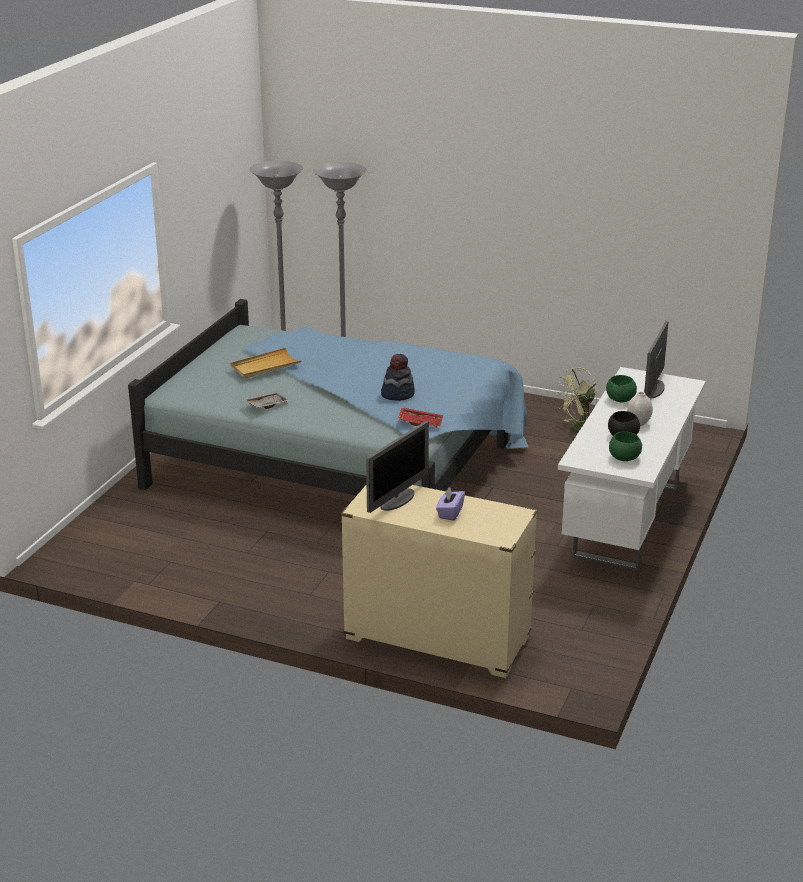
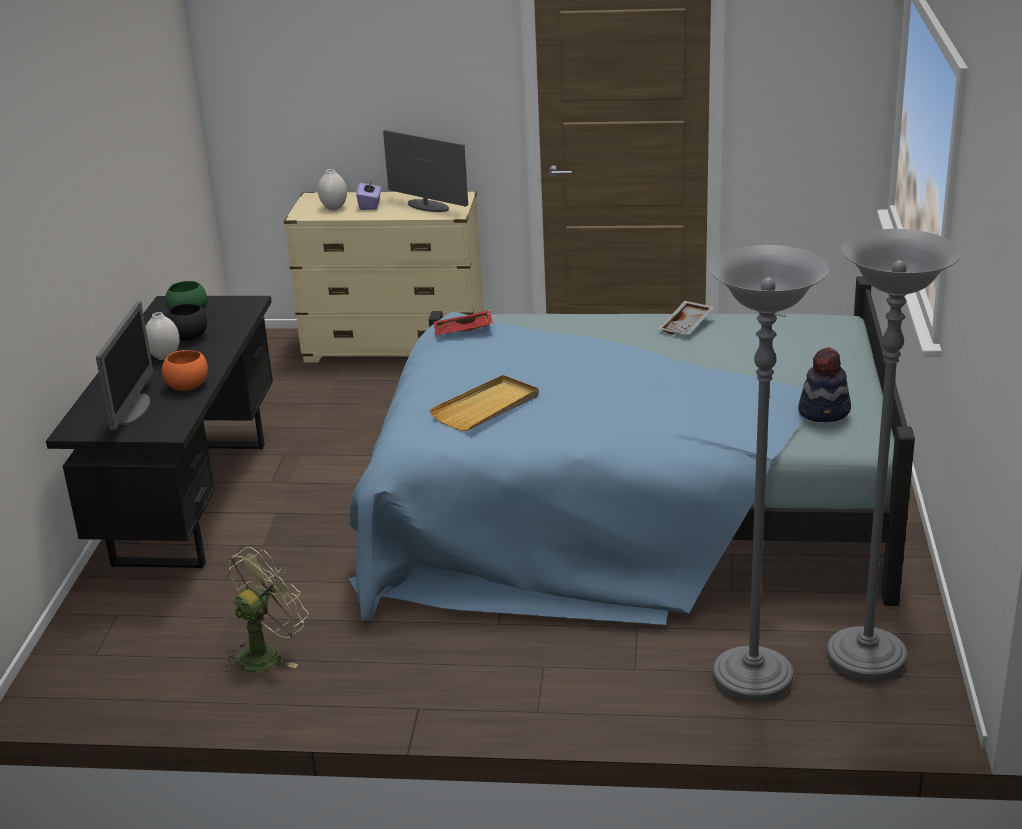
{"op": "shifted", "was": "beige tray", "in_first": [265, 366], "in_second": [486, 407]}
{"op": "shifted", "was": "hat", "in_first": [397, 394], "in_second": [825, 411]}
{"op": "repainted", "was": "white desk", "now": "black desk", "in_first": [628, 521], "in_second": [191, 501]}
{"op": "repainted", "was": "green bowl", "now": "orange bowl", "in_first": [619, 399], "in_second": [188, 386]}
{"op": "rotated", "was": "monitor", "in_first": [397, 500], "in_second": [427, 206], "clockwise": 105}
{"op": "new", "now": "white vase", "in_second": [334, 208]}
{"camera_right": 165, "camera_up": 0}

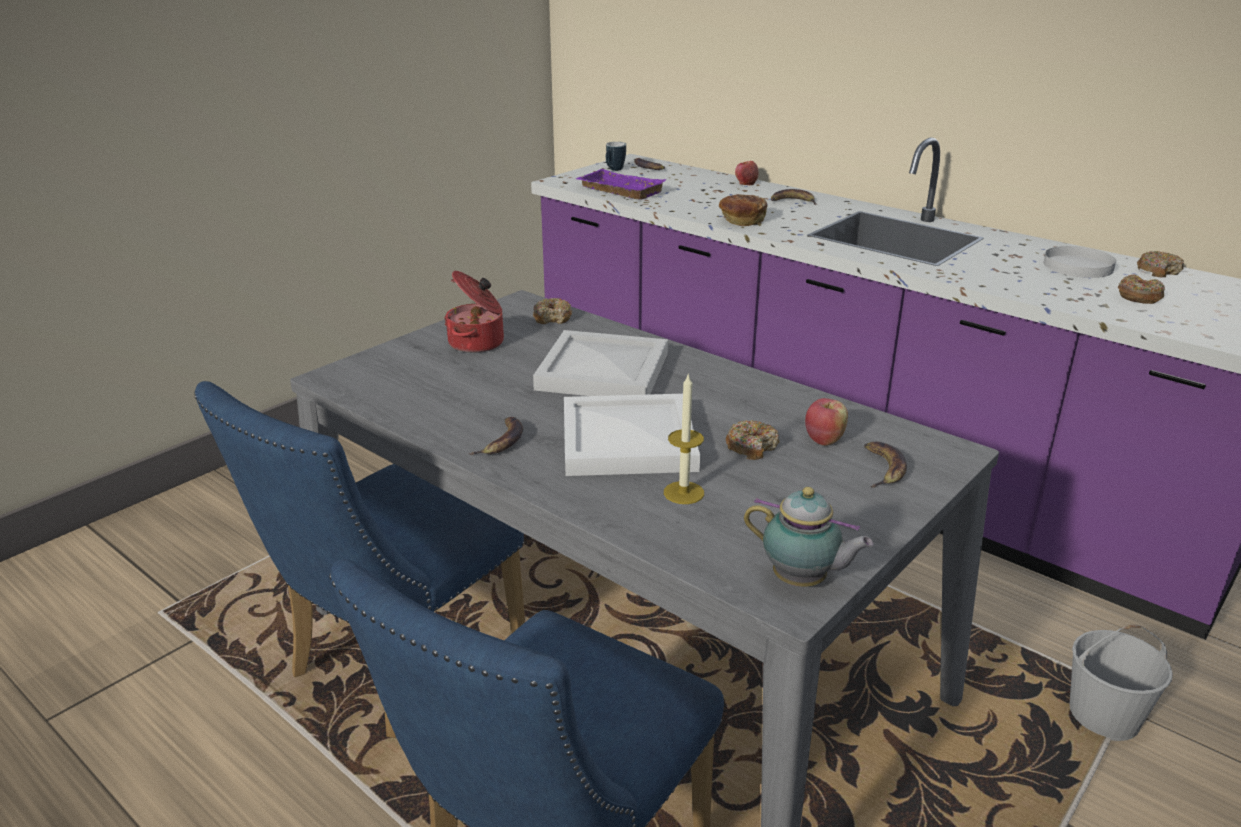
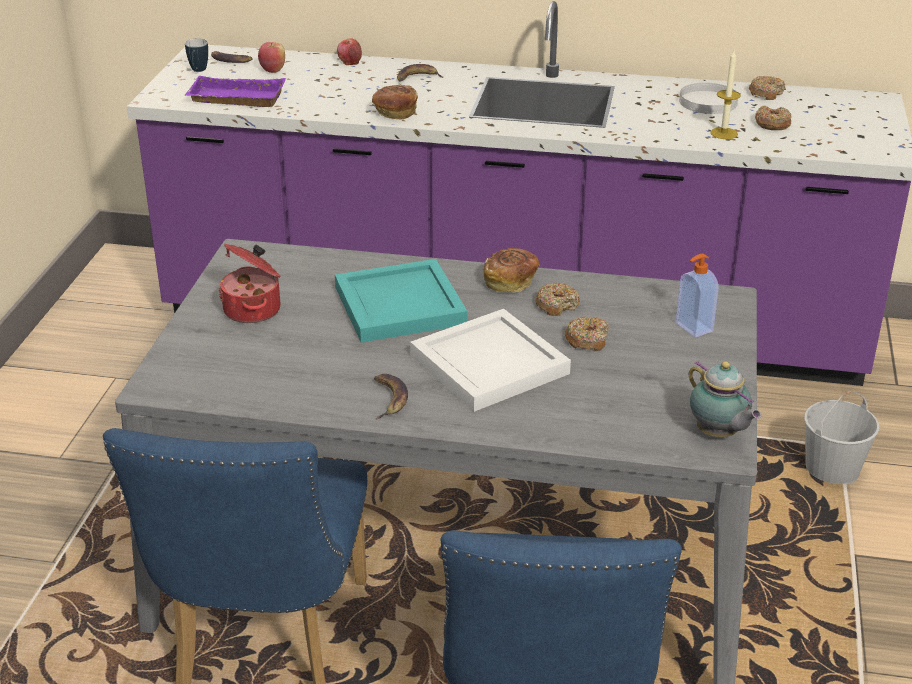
{"op": "shifted", "was": "donut", "in_first": [552, 318], "in_second": [557, 305]}
{"op": "repainted", "was": "white tray", "now": "turquoise tray", "in_first": [604, 372], "in_second": [402, 306]}
{"op": "shifted", "was": "candle", "in_first": [683, 492], "in_second": [724, 133]}
{"op": "shifted", "was": "apple", "in_first": [823, 440], "in_second": [272, 70]}
{"op": "swapped", "was": "banana", "now": "soap dispenser", "in_first": [882, 468], "in_second": [693, 328]}
{"op": "rotated", "was": "teapot", "in_first": [802, 582], "in_second": [718, 434], "clockwise": 60}
{"op": "new", "now": "bread", "in_second": [510, 281]}
{"camera_right": -30, "camera_up": 5}

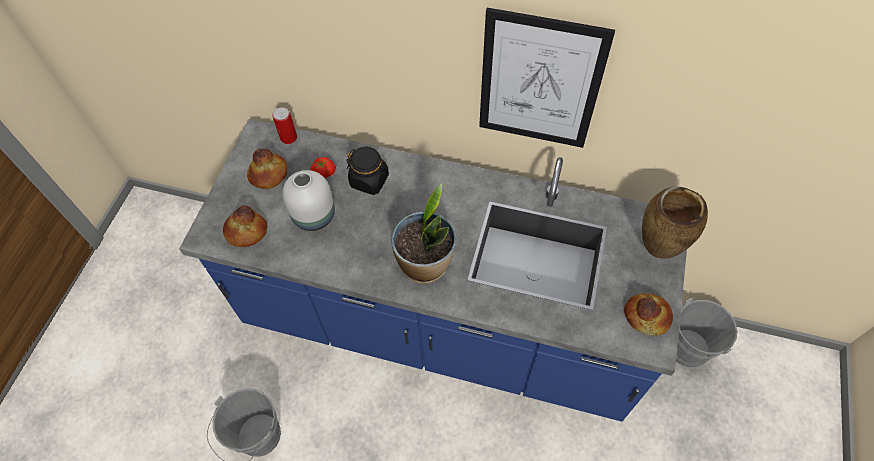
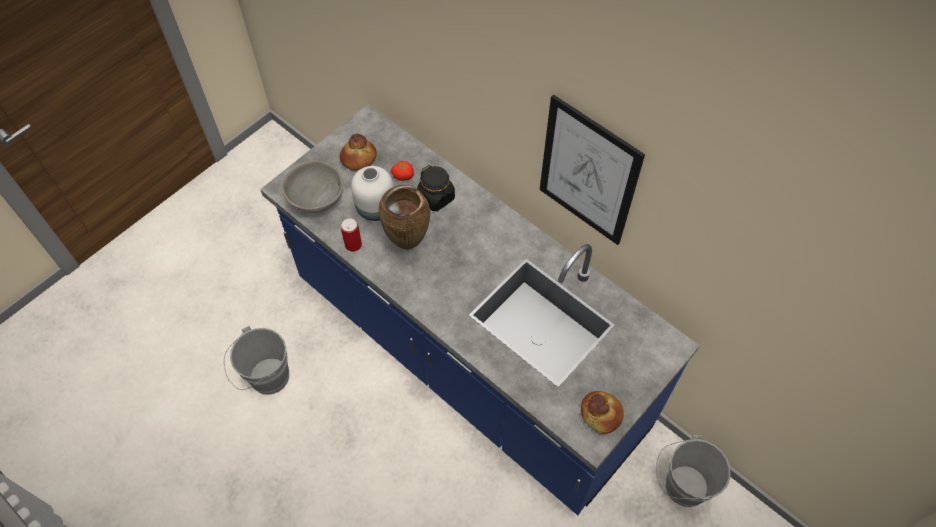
{"op": "shifted", "was": "can", "in_first": [288, 137], "in_second": [353, 244]}
{"op": "gone", "was": "potted plant", "in_first": [425, 264]}
{"op": "shifted", "was": "brown vase", "in_first": [656, 250], "in_second": [408, 242]}
{"op": "swapped", "was": "bread", "now": "grey bowl", "in_first": [246, 232], "in_second": [316, 198]}
{"camera_right": 25, "camera_up": 0}

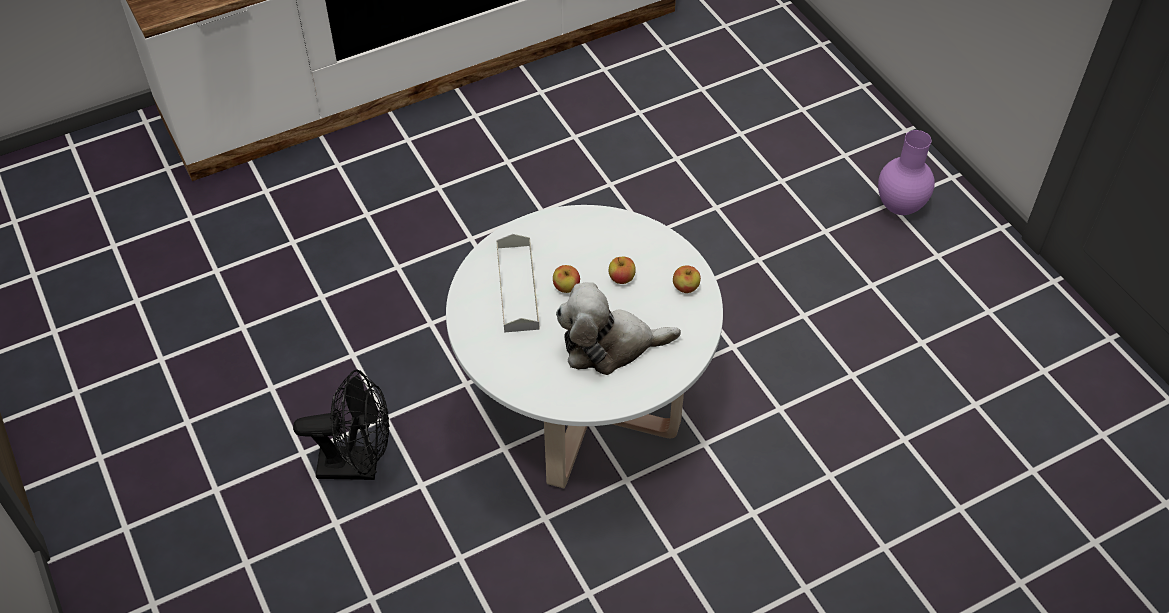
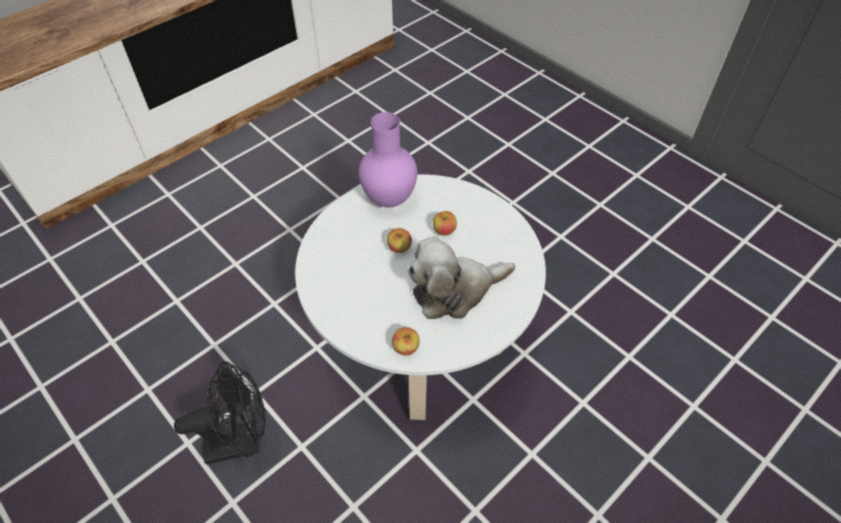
{"op": "shifted", "was": "purple vase", "in_first": [898, 207], "in_second": [388, 200]}
{"op": "gone", "was": "grey tray", "in_first": [517, 287]}
{"op": "shifted", "was": "apple", "in_first": [686, 287], "in_second": [406, 348]}
{"camera_right": -15, "camera_up": 0}

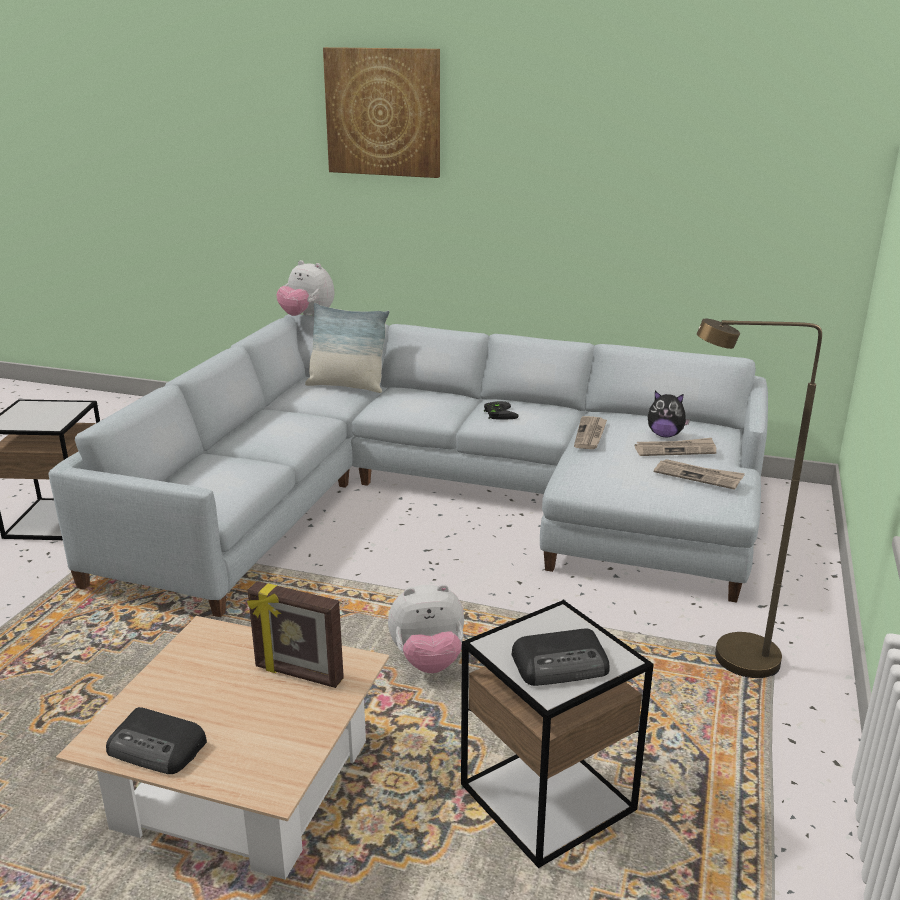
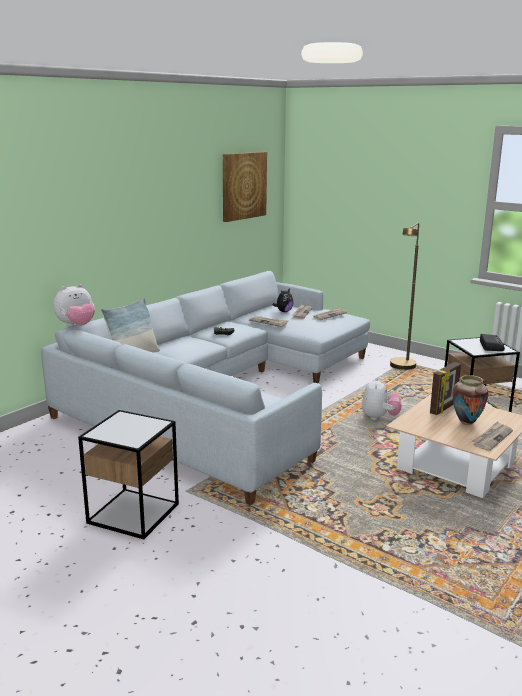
{"op": "shifted", "was": "picture", "in_first": [383, 112], "in_second": [243, 186]}
{"op": "swapped", "was": "radio", "now": "newspaper", "in_first": [158, 748], "in_second": [492, 438]}
{"op": "new", "now": "vase", "in_second": [466, 422]}
{"camera_right": -70, "camera_up": -5}

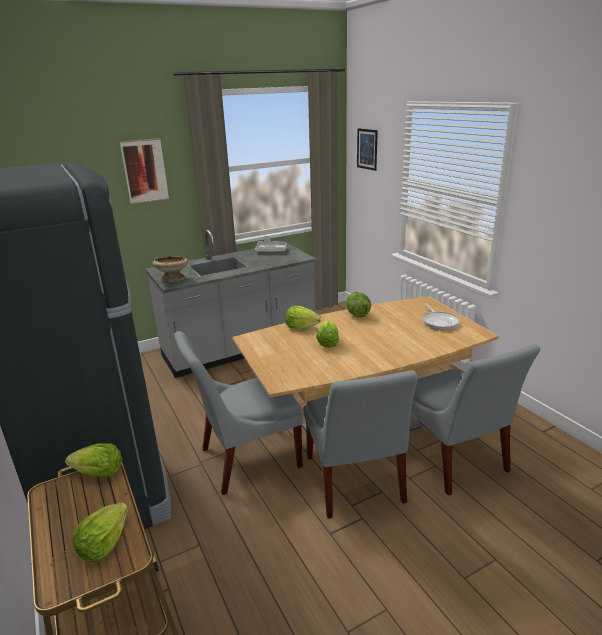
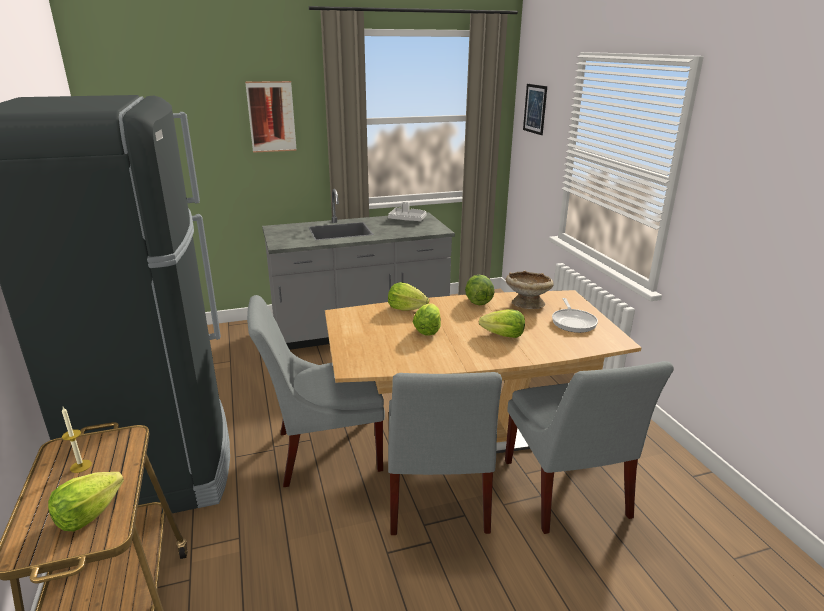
{"op": "shifted", "was": "beige bowl", "in_first": [172, 280], "in_second": [526, 304]}
{"op": "shifted", "was": "lettuce", "in_first": [99, 473], "in_second": [503, 335]}
{"op": "new", "now": "candle", "in_second": [81, 466]}
{"camera_right": 10, "camera_up": 0}

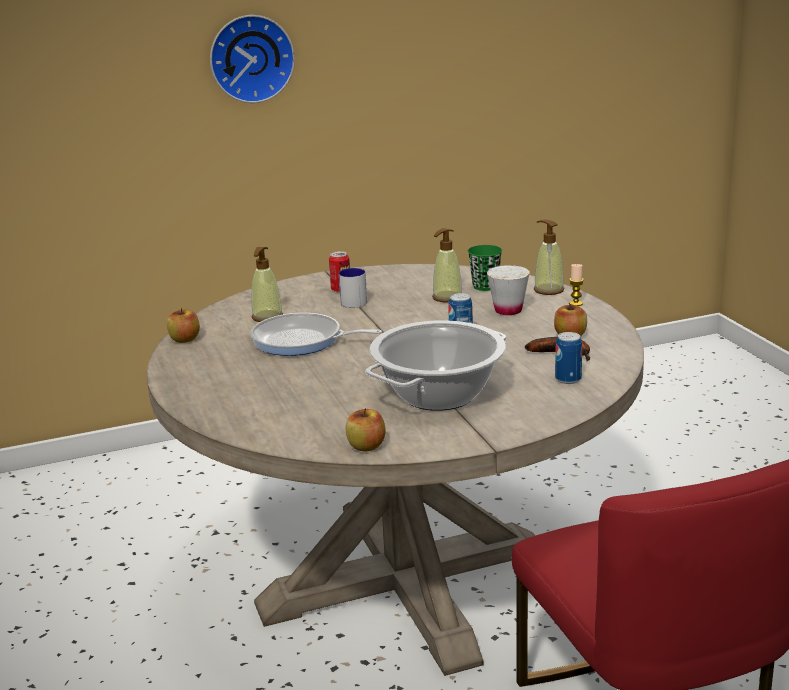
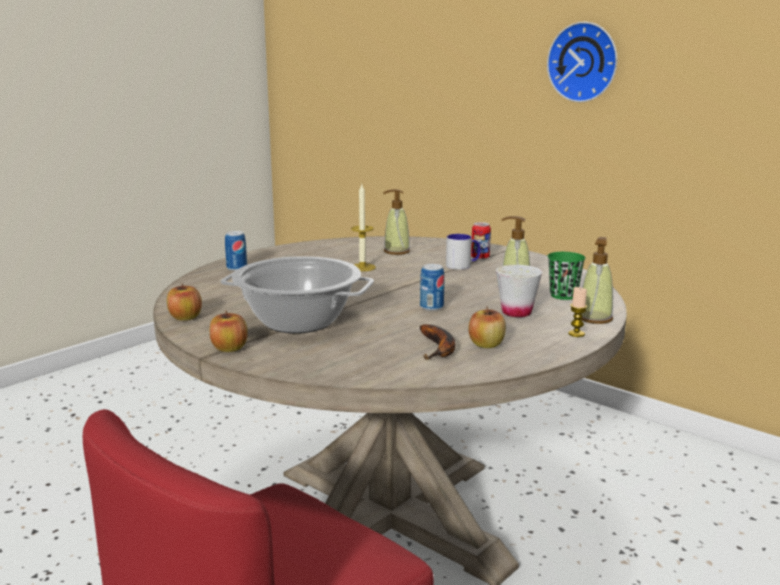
{"op": "shifted", "was": "apple", "in_first": [185, 339], "in_second": [229, 348]}
{"op": "swapped", "was": "frying pan", "now": "candle", "in_first": [302, 341], "in_second": [362, 267]}
{"op": "shifted", "was": "can", "in_first": [568, 379], "in_second": [237, 268]}
{"camera_right": 60, "camera_up": -5}

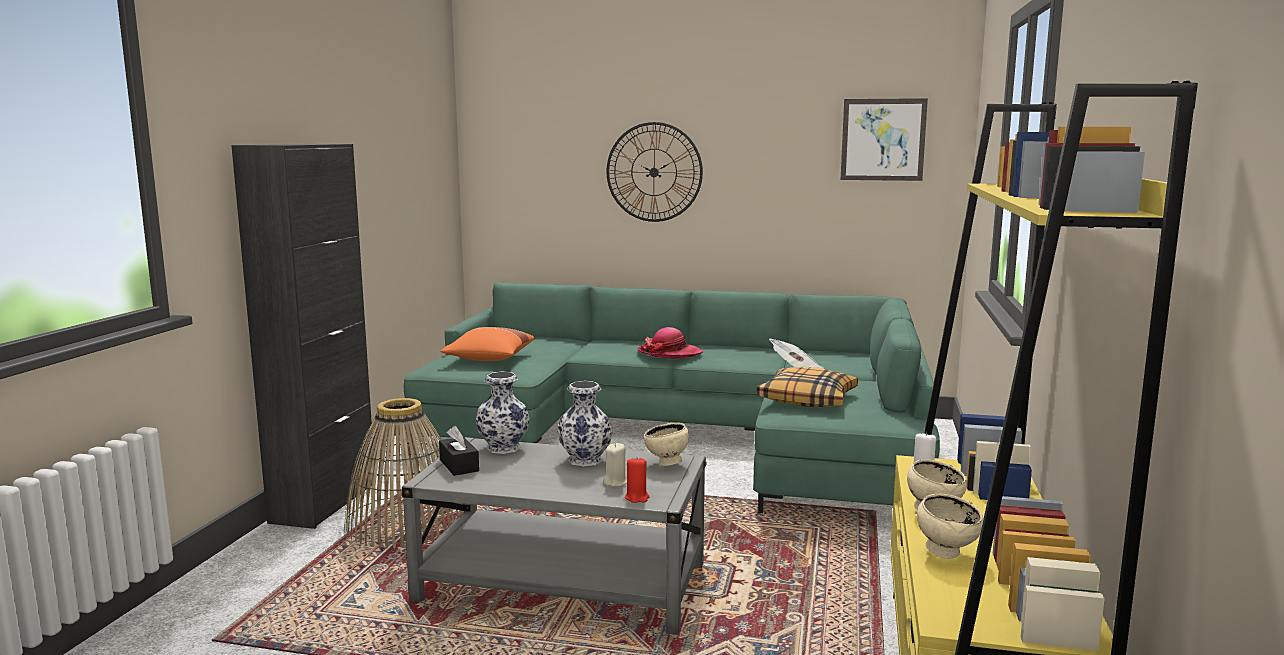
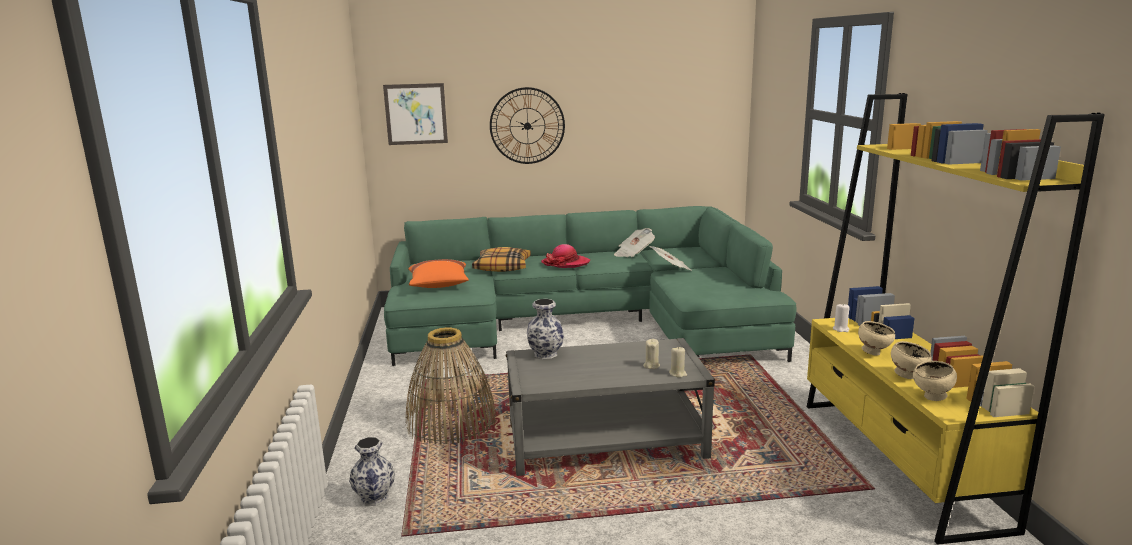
{"op": "shifted", "was": "picture", "in_first": [883, 139], "in_second": [416, 114]}
{"op": "gone", "was": "black cabinet", "in_first": [324, 502]}
{"op": "shifted", "was": "pillow", "in_first": [807, 399], "in_second": [502, 267]}
{"op": "shifted", "was": "vase", "in_first": [584, 460], "in_second": [374, 498]}
{"op": "shifted", "was": "beige bowl", "in_first": [666, 464], "in_second": [932, 398]}
{"op": "gone", "was": "black tissue box", "in_first": [459, 465]}
{"op": "repainted", "was": "red candle", "now": "beige candle", "in_first": [637, 498], "in_second": [678, 374]}
{"op": "new", "now": "newspaper", "in_second": [633, 253]}
{"camera_right": -20, "camera_up": 5}

